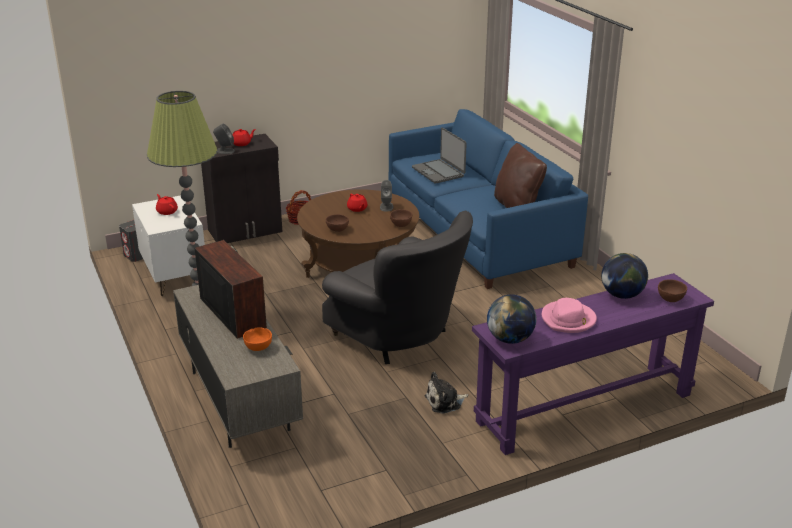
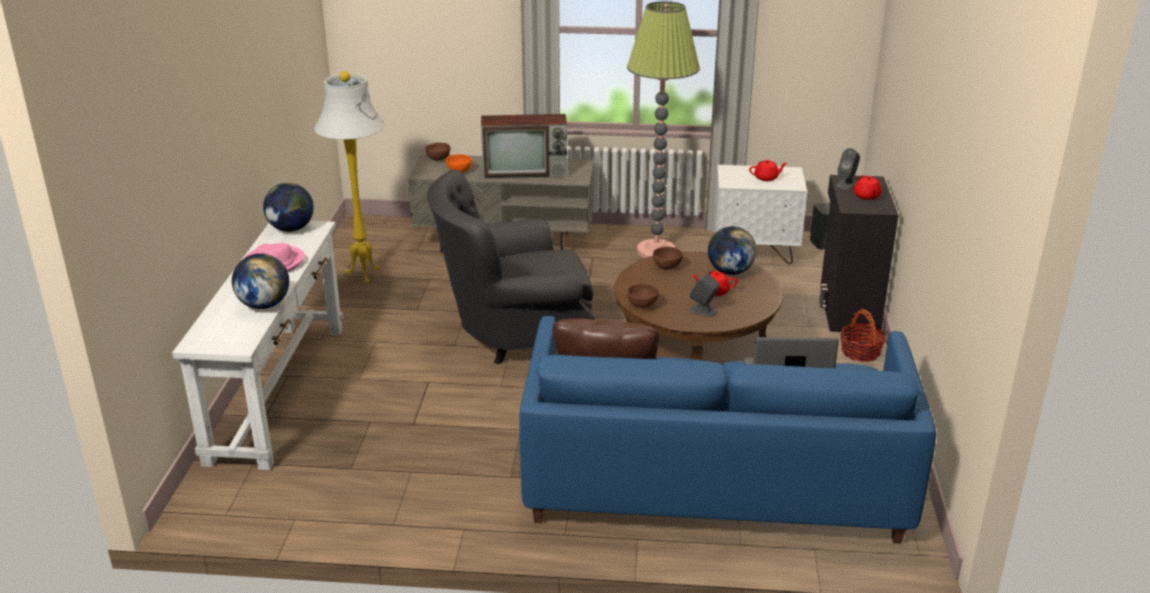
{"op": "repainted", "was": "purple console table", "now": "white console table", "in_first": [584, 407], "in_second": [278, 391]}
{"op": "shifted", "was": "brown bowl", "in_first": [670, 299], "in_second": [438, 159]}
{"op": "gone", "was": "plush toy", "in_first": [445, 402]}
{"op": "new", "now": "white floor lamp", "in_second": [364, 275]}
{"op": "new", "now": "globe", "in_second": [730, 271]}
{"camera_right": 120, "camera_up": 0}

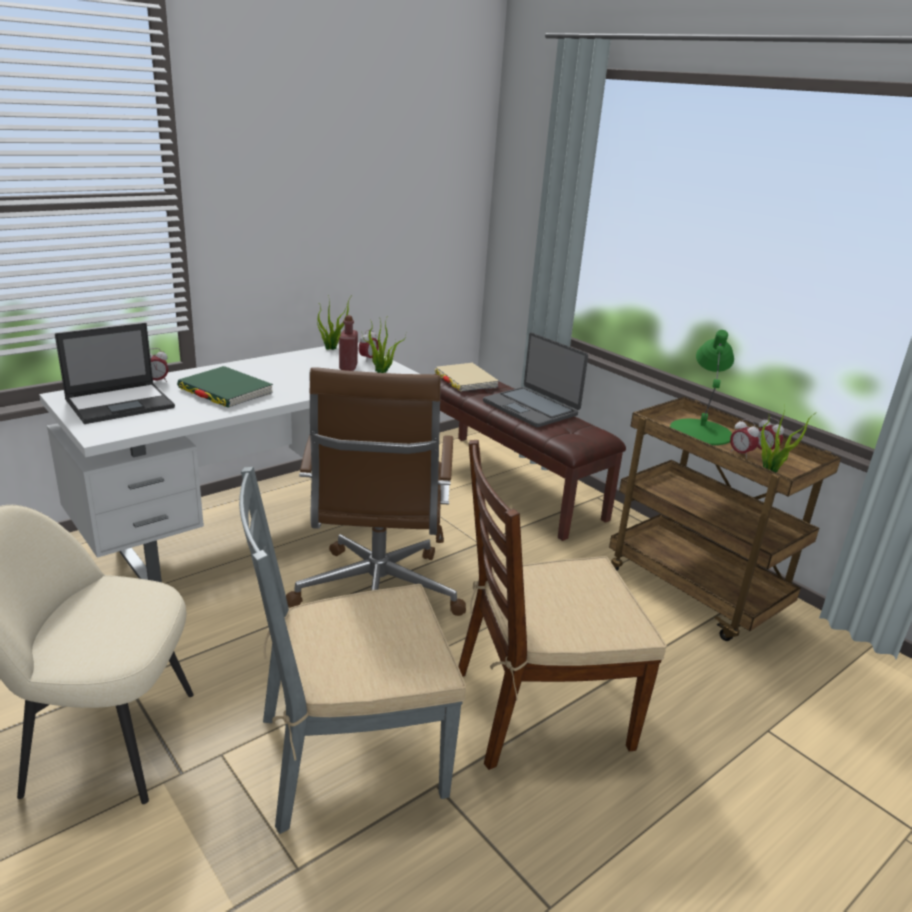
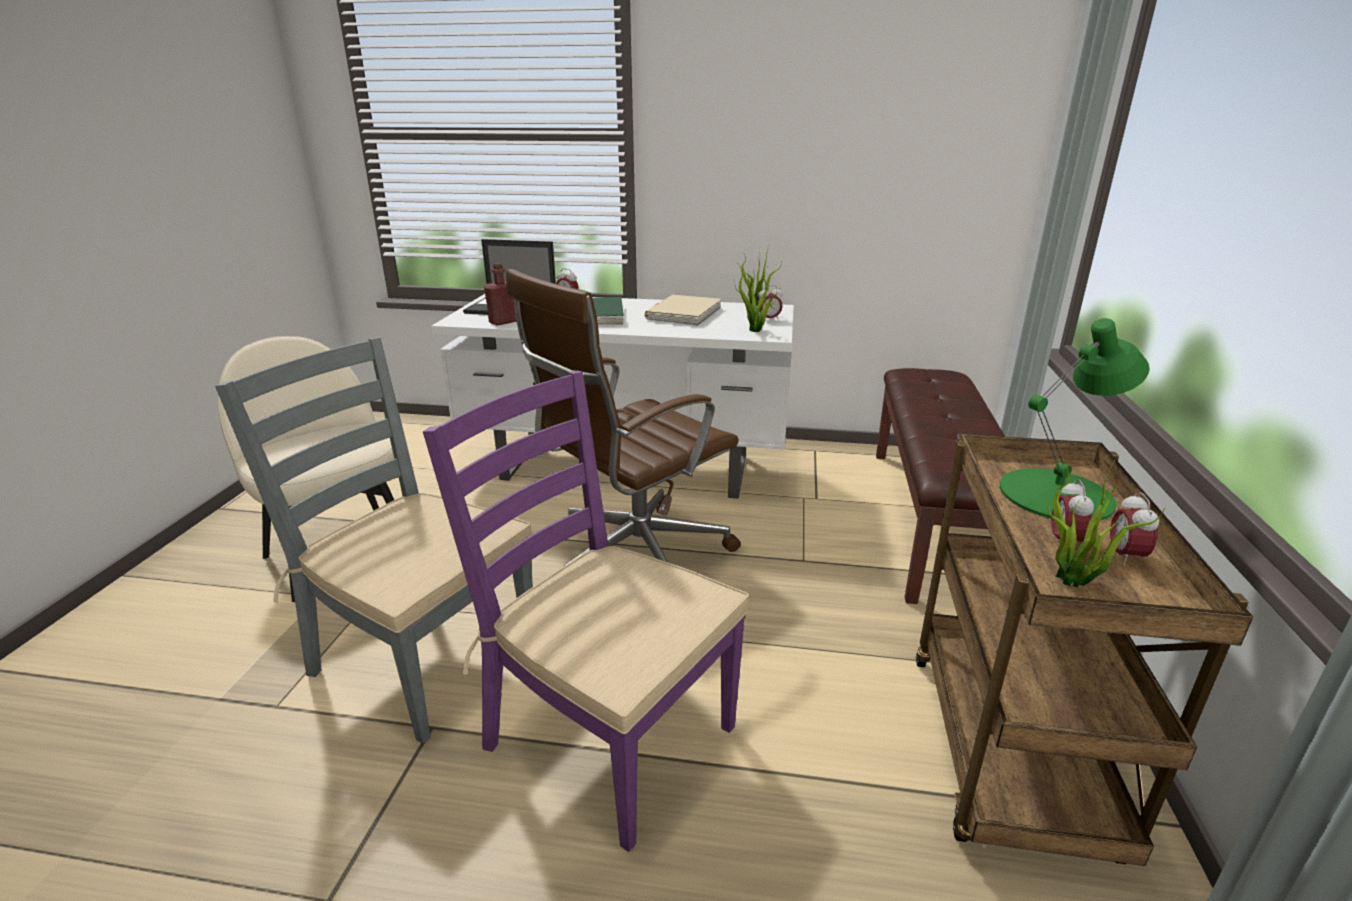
{"op": "shifted", "was": "red bottle", "in_first": [348, 367], "in_second": [503, 322]}
{"op": "gone", "was": "laptop", "in_first": [531, 408]}
{"op": "shifted", "was": "beige book", "in_first": [465, 380], "in_second": [684, 314]}
{"op": "repainted", "was": "brown chair", "now": "purple chair", "in_first": [539, 709], "in_second": [608, 736]}
{"camera_right": 50, "camera_up": 0}

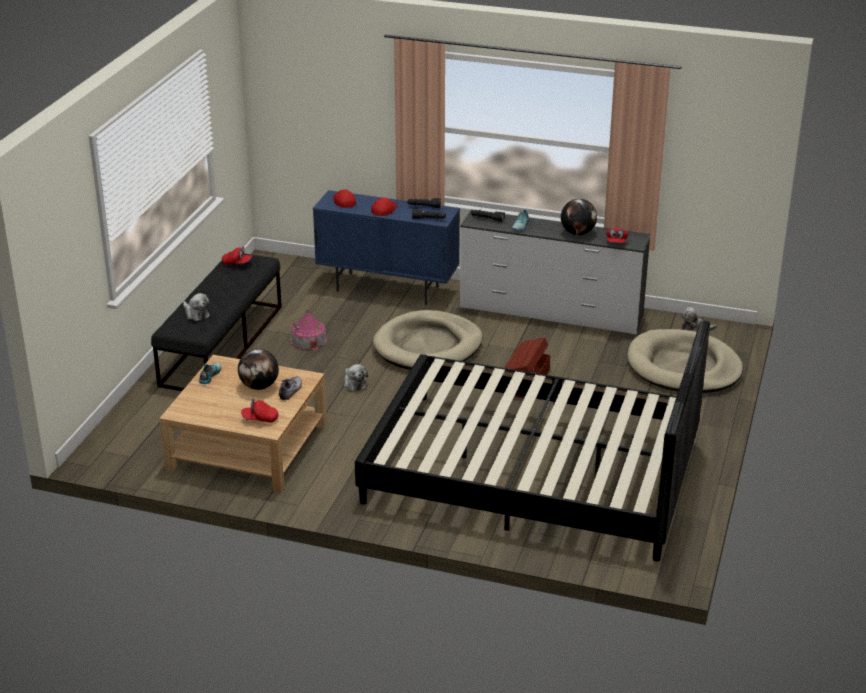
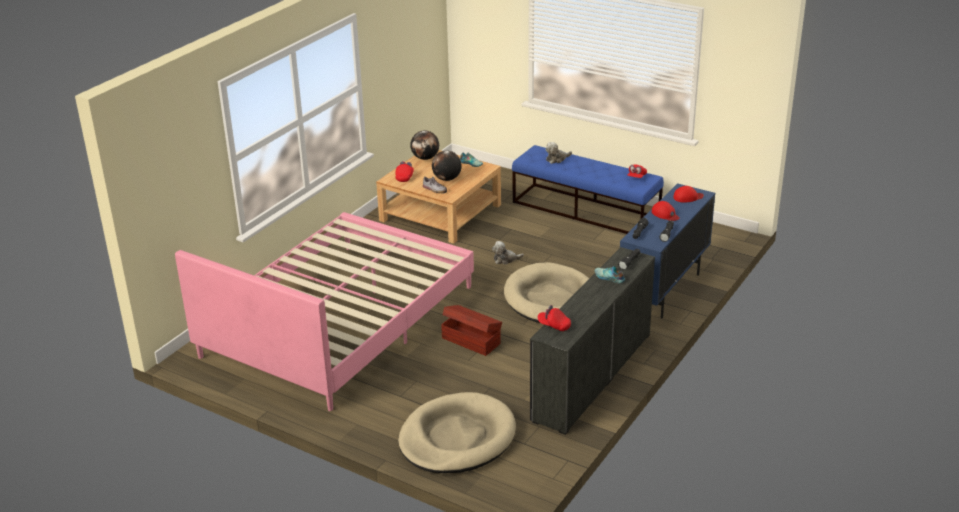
{"op": "shifted", "was": "globe", "in_first": [577, 233], "in_second": [425, 158]}
{"op": "repainted", "was": "white dresser", "now": "black dresser", "in_first": [551, 313], "in_second": [592, 376]}
{"op": "repainted", "was": "black bench", "now": "blue bench", "in_first": [222, 345], "in_second": [586, 210]}
{"op": "gone", "was": "plush toy", "in_first": [695, 329]}
{"op": "gone", "was": "toy house", "in_first": [309, 340]}
{"op": "repainted", "was": "black bed", "now": "pink bed", "in_first": [531, 473], "in_second": [339, 321]}
{"camera_right": 105, "camera_up": 0}

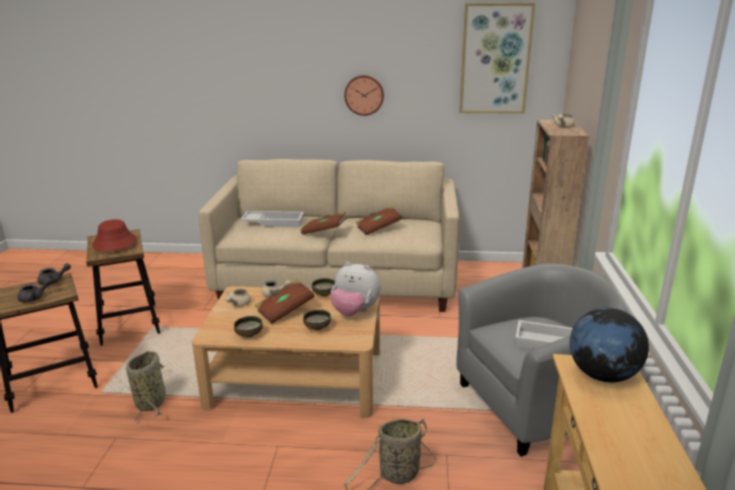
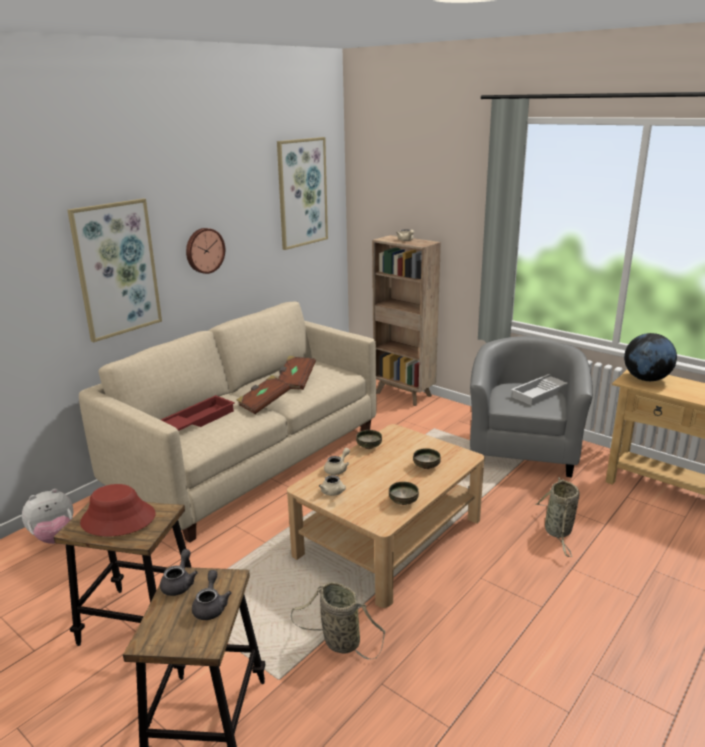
{"op": "repainted", "was": "white tray", "now": "red tray", "in_first": [274, 222], "in_second": [198, 419]}
{"op": "shifted", "was": "plush toy", "in_first": [354, 312], "in_second": [54, 537]}
{"op": "gone", "was": "brown book", "in_first": [285, 311]}
{"op": "new", "now": "picture", "in_second": [116, 269]}
{"camera_right": -55, "camera_up": 0}

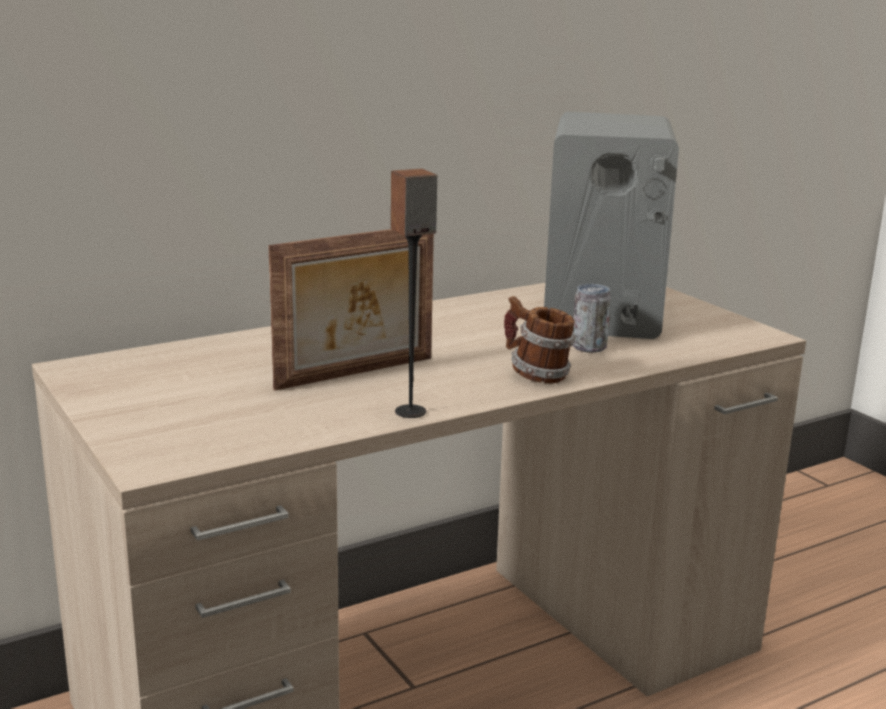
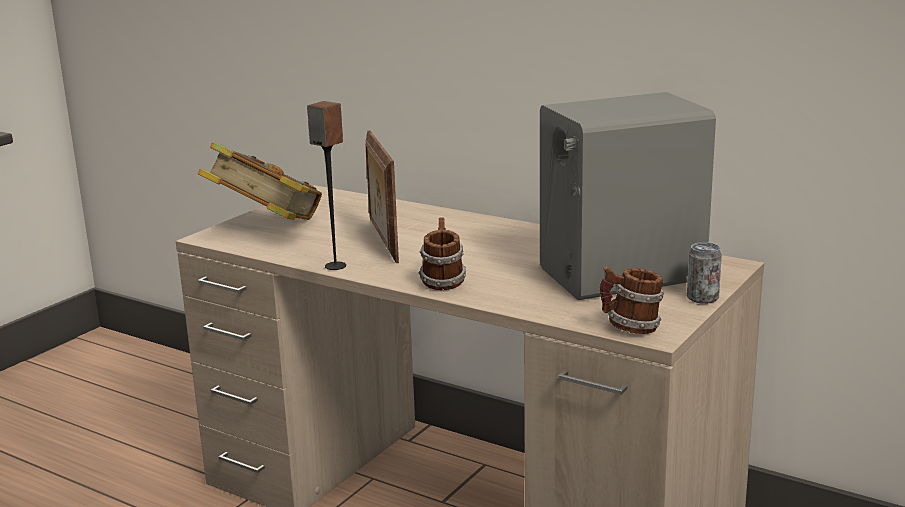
{"op": "rotated", "was": "picture frame", "in_first": [356, 374], "in_second": [382, 242], "clockwise": 45}
{"op": "shifted", "was": "can", "in_first": [589, 347], "in_second": [702, 298]}
{"op": "new", "now": "book", "in_second": [266, 226]}
{"op": "new", "now": "mug", "in_second": [631, 328]}
{"camera_right": 65, "camera_up": 0}

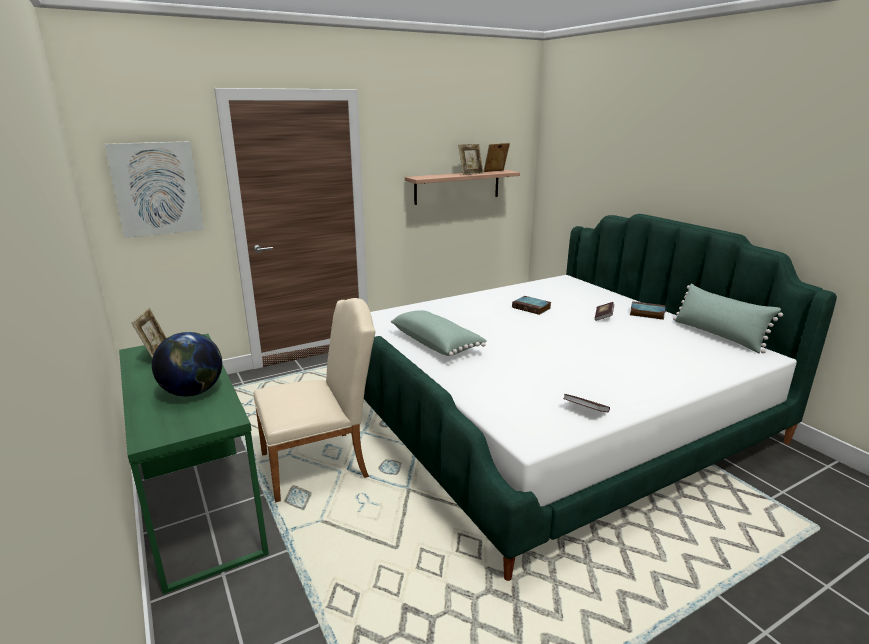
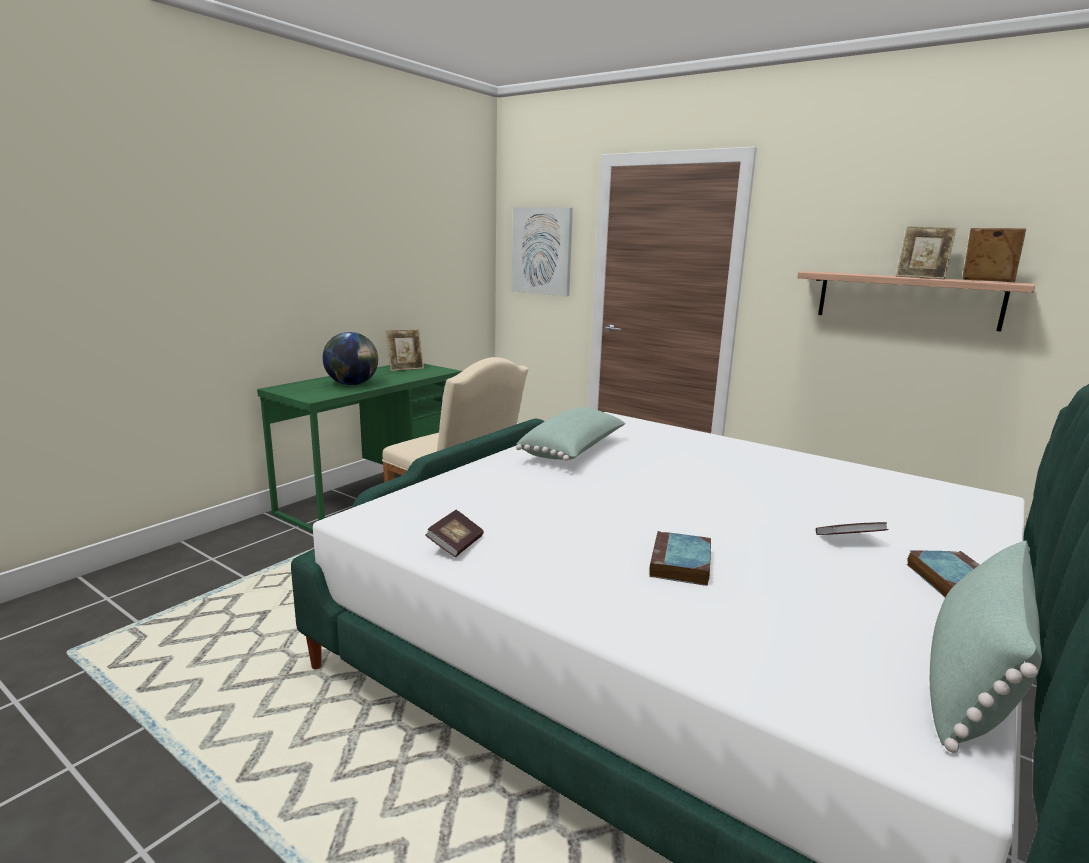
{"op": "shifted", "was": "book", "in_first": [532, 308], "in_second": [681, 564]}
{"camera_right": 65, "camera_up": -5}

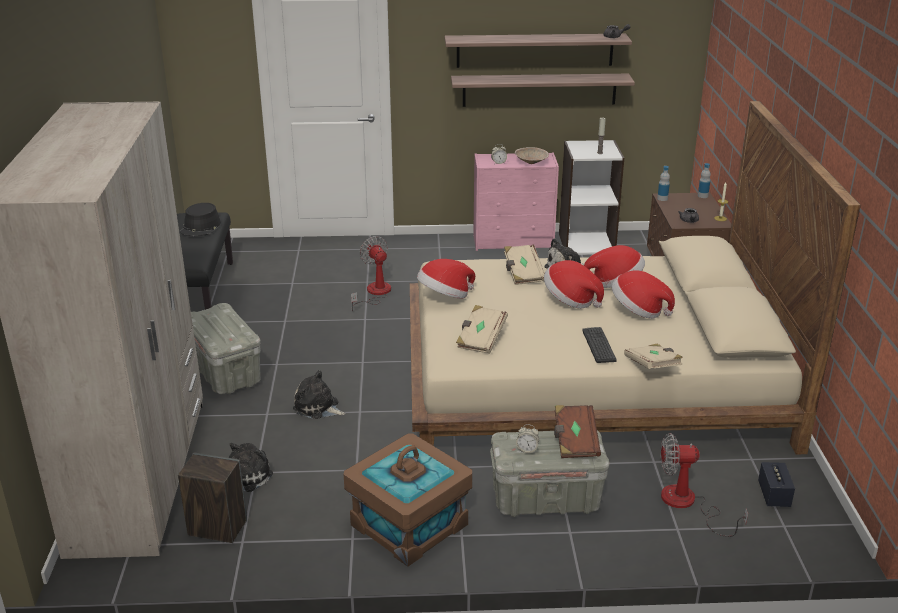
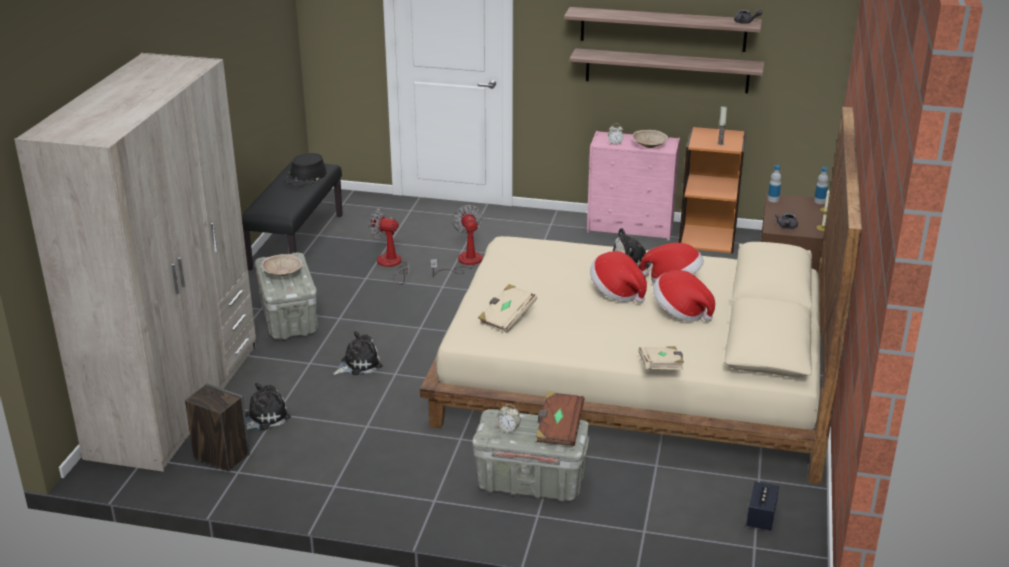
{"op": "repainted", "was": "white bookcase", "now": "orange bookcase", "in_first": [586, 243], "in_second": [707, 238]}
{"op": "gone", "was": "beige book", "in_first": [523, 273]}
{"op": "gone", "was": "hat", "in_first": [445, 296]}
{"op": "gone", "was": "keyboard", "in_first": [598, 345]}
{"op": "rotated", "was": "plush toy", "in_first": [318, 407], "in_second": [358, 364], "clockwise": 105}
{"op": "shifted", "was": "fan", "in_first": [687, 504], "in_second": [392, 265]}
{"op": "gone", "was": "brown storage box", "in_first": [409, 525]}
{"op": "new", "now": "beige bowl", "in_second": [283, 274]}
{"camera_right": 15, "camera_up": 0}

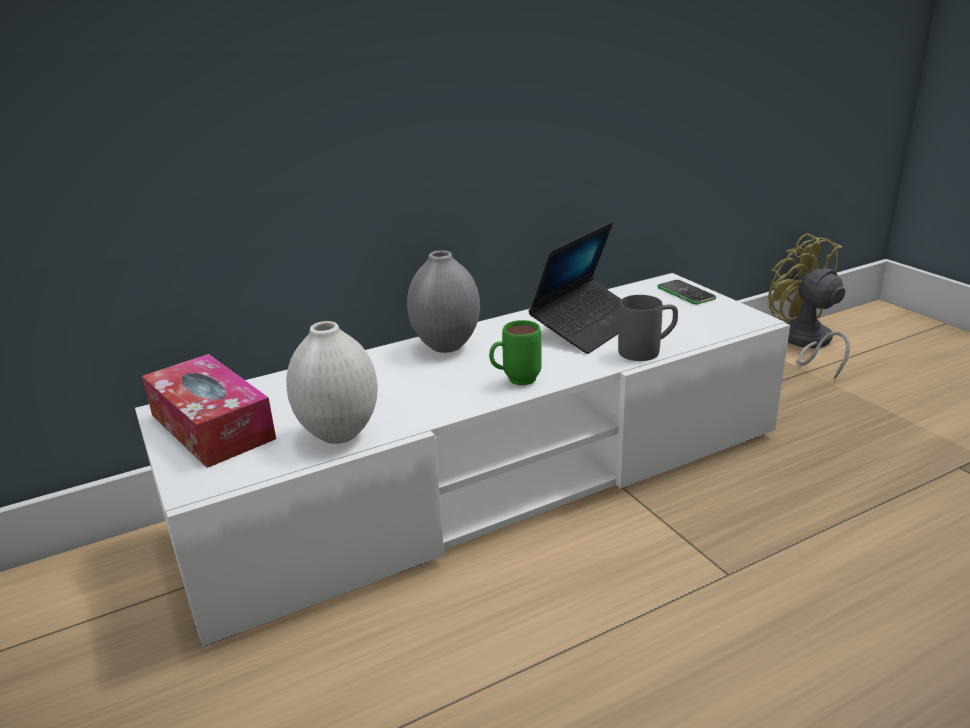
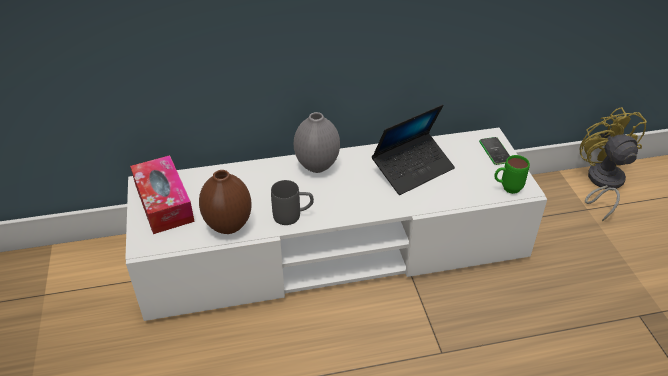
{"op": "shifted", "was": "grey mug", "in_first": [647, 351], "in_second": [293, 216]}
{"op": "shifted", "was": "green mug", "in_first": [515, 381], "in_second": [506, 189]}
{"op": "repainted", "was": "white vase", "now": "brown vase", "in_first": [338, 434], "in_second": [228, 226]}
{"camera_right": 15, "camera_up": 15}

